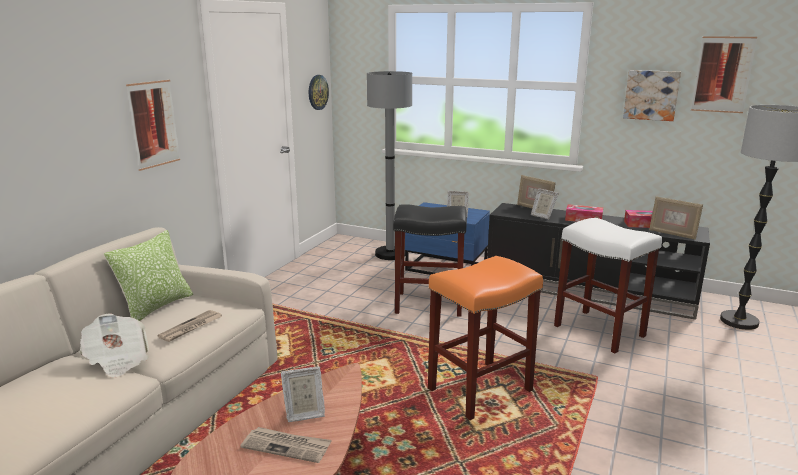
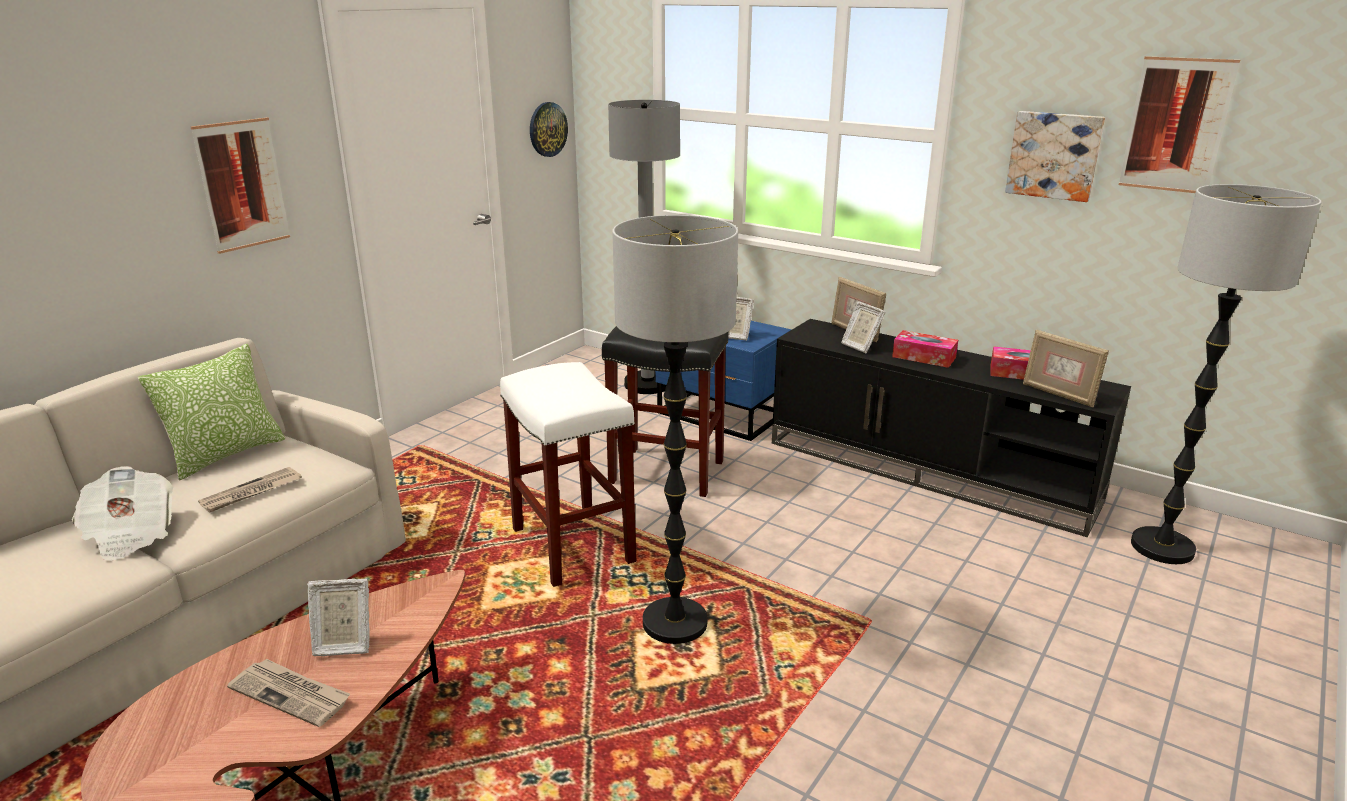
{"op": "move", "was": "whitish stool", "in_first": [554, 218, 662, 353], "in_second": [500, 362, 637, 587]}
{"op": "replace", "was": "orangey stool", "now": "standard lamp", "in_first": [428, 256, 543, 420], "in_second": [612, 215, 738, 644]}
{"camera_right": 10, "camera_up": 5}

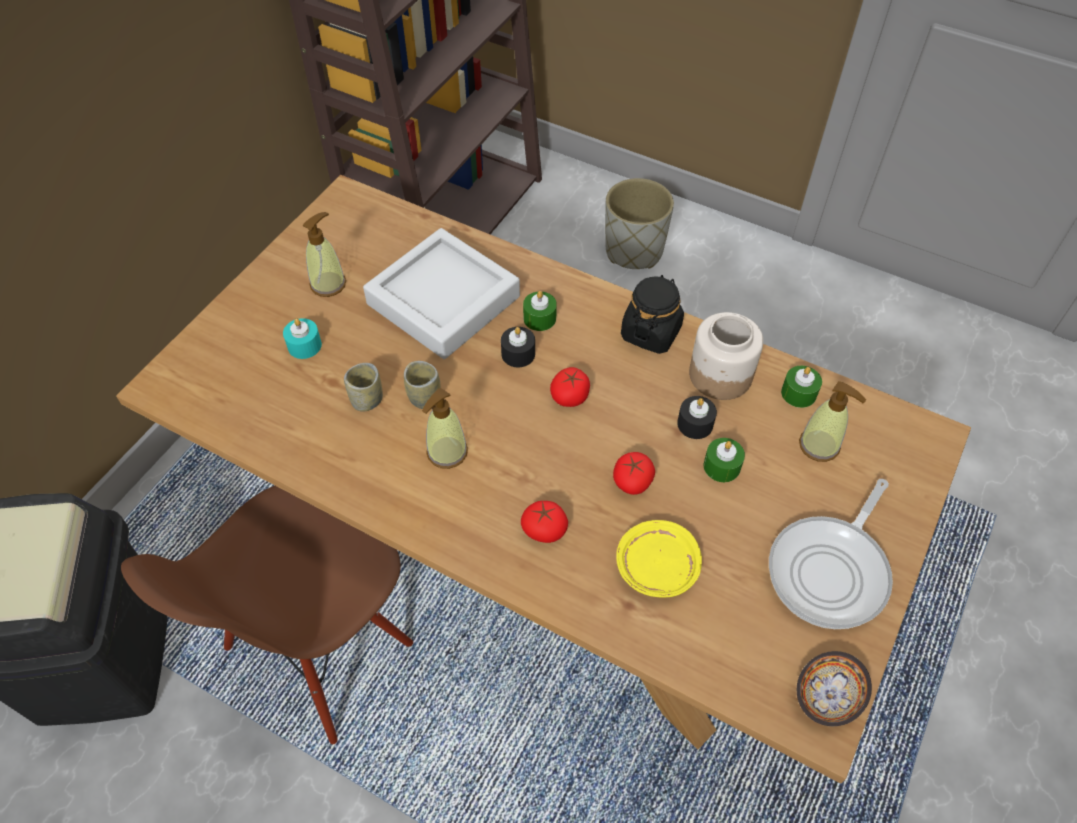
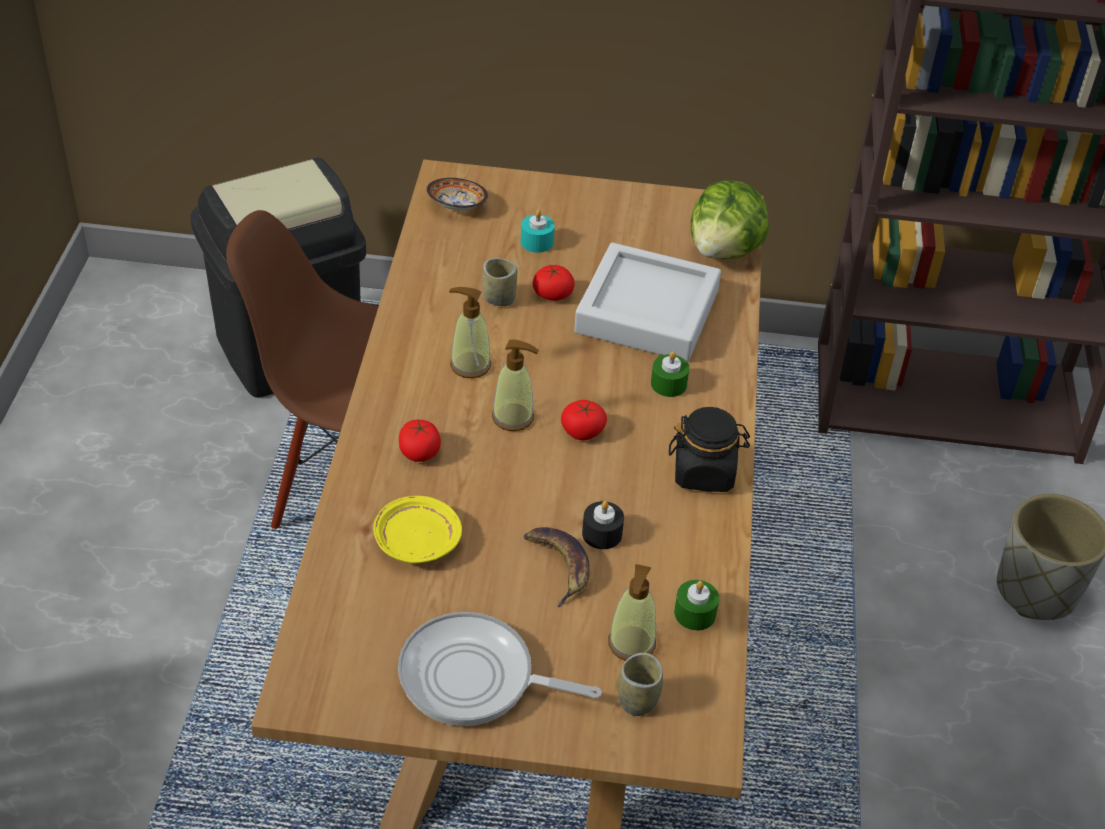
{"op": "move", "was": "serving bowl", "in_first": [797, 651, 872, 726], "in_second": [427, 178, 488, 211]}
{"op": "move", "was": "soap dispenser", "in_first": [303, 212, 346, 297], "in_second": [492, 339, 539, 431]}
{"op": "replace", "was": "green-coloured candle", "now": "banana", "in_first": [704, 438, 745, 482], "in_second": [524, 527, 590, 607]}
{"op": "move", "was": "tomato", "in_first": [613, 452, 655, 495], "in_second": [533, 265, 575, 301]}
{"op": "move", "was": "small cup", "in_first": [404, 361, 441, 409], "in_second": [618, 653, 663, 716]}
{"op": "insert", "now": "head of lettuce", "in_second": [691, 180, 769, 259]}
{"op": "delete", "was": "black candle", "in_first": [501, 327, 535, 367]}
{"op": "delete", "was": "jar", "in_first": [689, 312, 764, 400]}
{"camera_right": 65, "camera_up": -10}

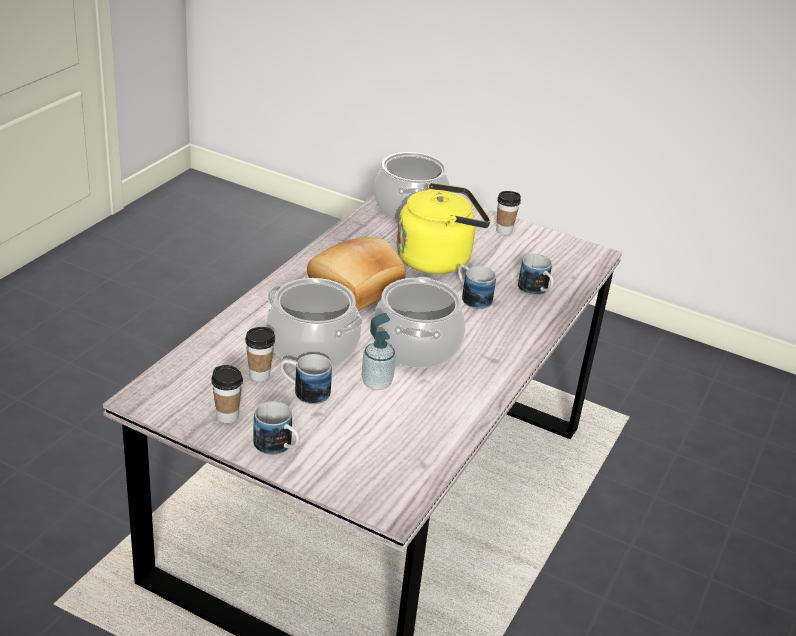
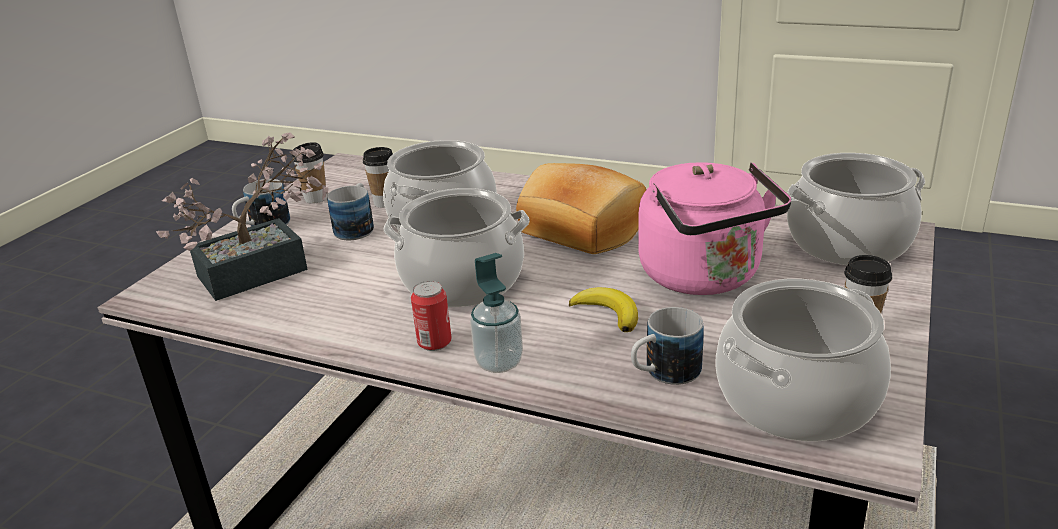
{"op": "insert", "now": "houseplant", "in_second": [156, 132, 328, 301]}
{"op": "insert", "now": "sealed can", "in_second": [411, 281, 452, 351]}
{"op": "move", "was": "soap dispenser", "in_first": [361, 313, 396, 390], "in_second": [470, 253, 523, 373]}
{"op": "replace", "was": "coffee mug", "now": "banana", "in_first": [458, 265, 496, 309], "in_second": [569, 287, 638, 332]}
{"op": "recolor", "was": "yellow kettle", "now": "pinkish kettle", "in_first": [397, 183, 490, 274], "in_second": [638, 162, 791, 295]}
{"op": "insert", "now": "cooking pot", "in_second": [716, 279, 891, 442]}
{"camera_right": 90, "camera_up": -5}

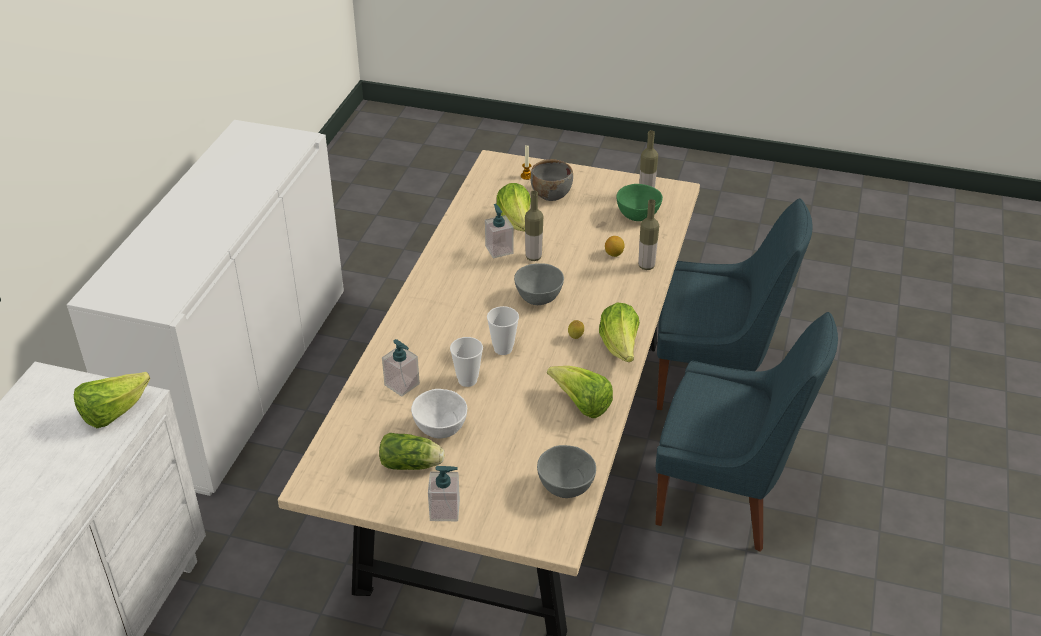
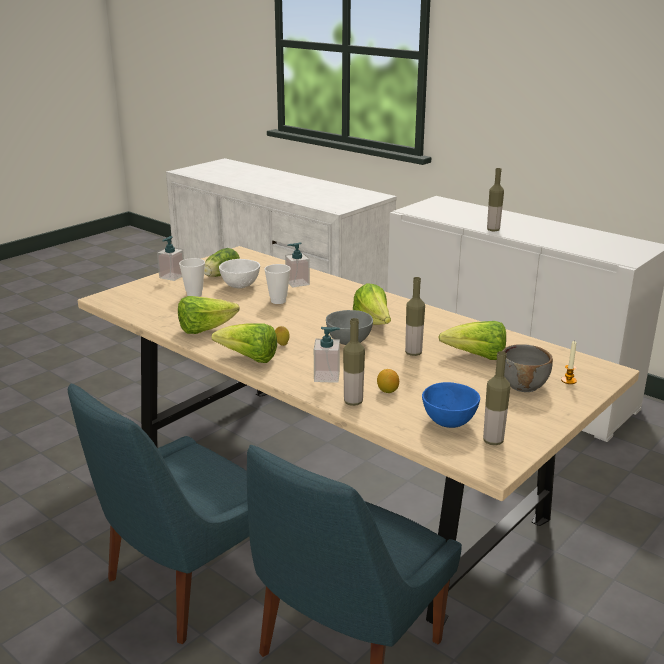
{"op": "move", "was": "small cup", "in_first": [487, 306, 519, 355], "in_second": [179, 258, 205, 297]}
{"op": "move", "was": "soap dispenser", "in_first": [485, 204, 514, 258], "in_second": [314, 327, 340, 383]}
{"op": "move", "was": "head of lettuce", "in_first": [74, 372, 150, 428], "in_second": [353, 283, 391, 325]}
{"op": "recolor", "was": "green-coloured serving bowl", "now": "bluish serving bowl", "in_first": [616, 184, 663, 221], "in_second": [422, 382, 480, 428]}
{"op": "insert", "now": "bottle", "in_second": [487, 168, 504, 231]}
{"op": "delete", "was": "gray serving bowl", "in_first": [537, 445, 596, 498]}
{"camera_right": 115, "camera_up": -15}

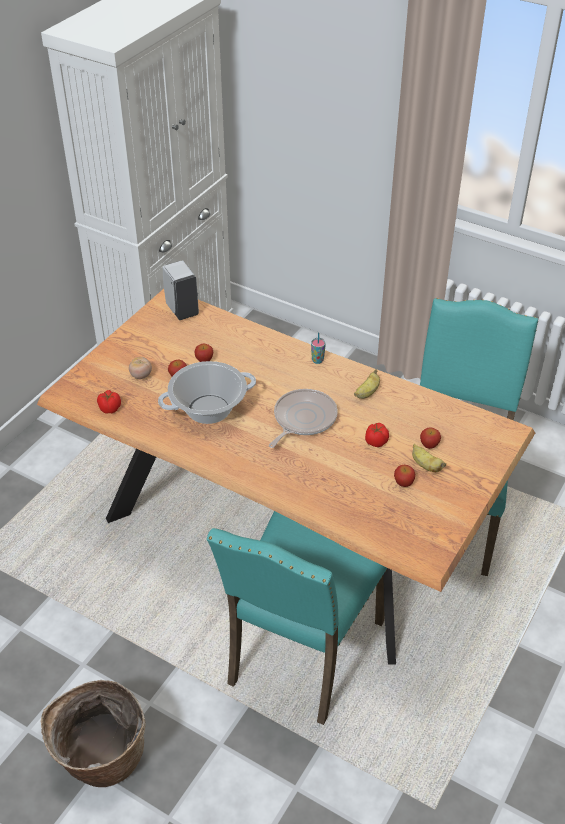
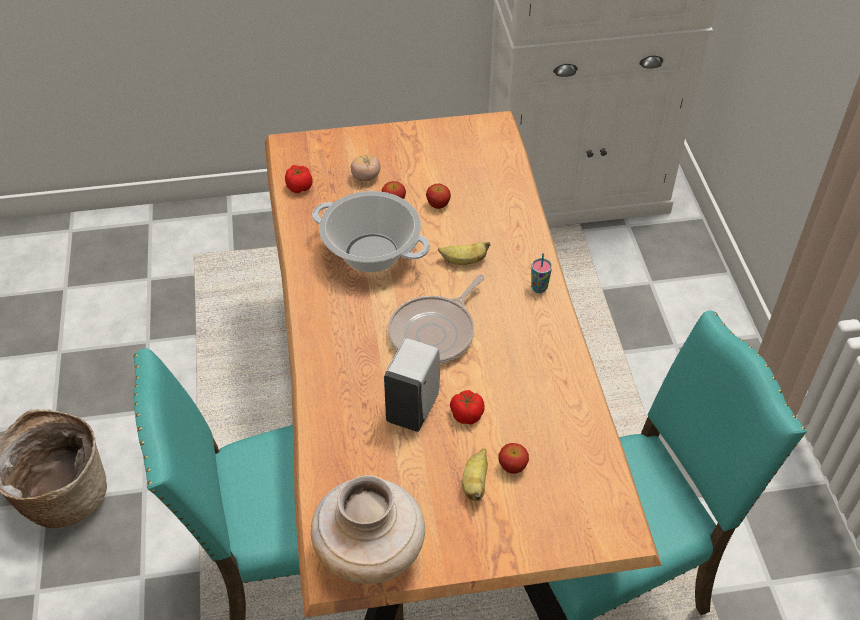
{"op": "insert", "now": "beige decorative vase", "in_second": [311, 475, 425, 584]}
{"op": "move", "was": "whitish soap dispenser", "in_first": [163, 260, 199, 320], "in_second": [384, 338, 440, 432]}
{"op": "rotate", "was": "skillet", "in_first": [269, 389, 338, 448], "in_second": [388, 274, 485, 364], "clockwise": 135}
{"op": "move", "was": "banana", "in_first": [354, 369, 380, 399], "in_second": [438, 242, 490, 265]}
{"op": "delete", "was": "apple", "in_first": [394, 465, 415, 487]}
{"camera_right": 50, "camera_up": 5}

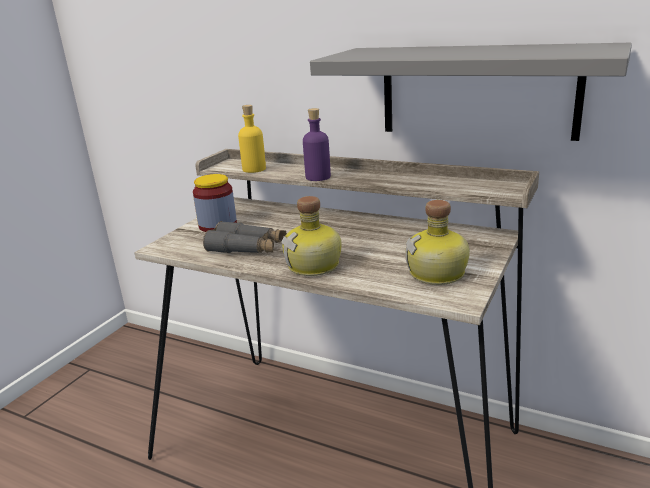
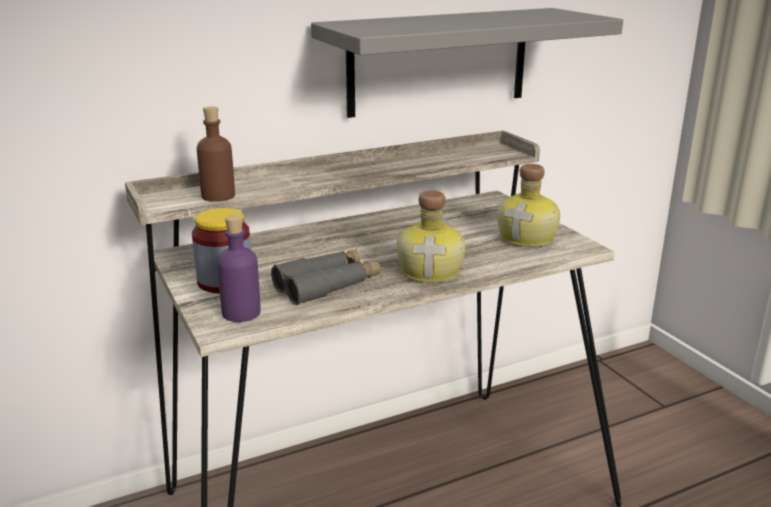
{"op": "recolor", "was": "yellow bottle", "now": "brown bottle", "in_first": [238, 105, 266, 173], "in_second": [197, 106, 235, 202]}
{"op": "move", "was": "purplish bottle", "in_first": [303, 108, 331, 181], "in_second": [217, 215, 261, 322]}
{"camera_right": -55, "camera_up": 0}

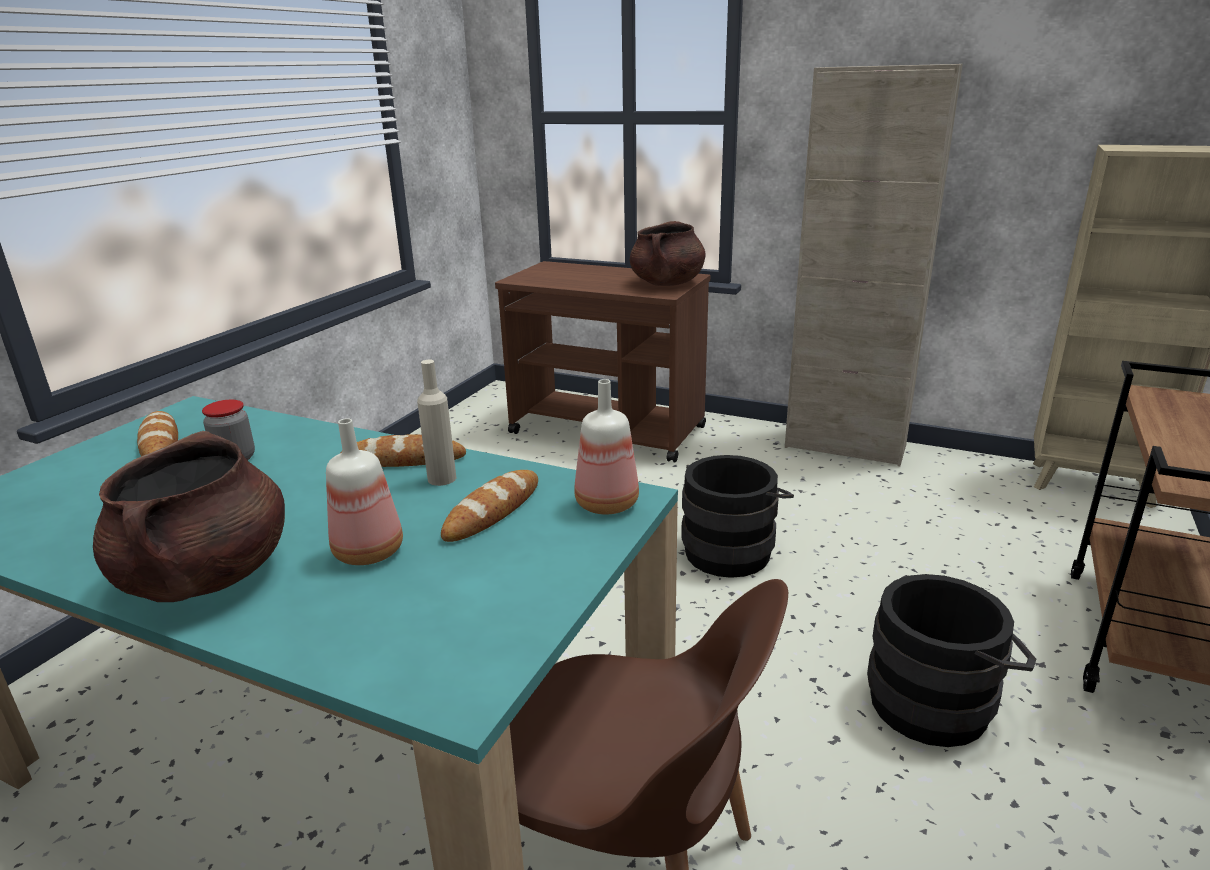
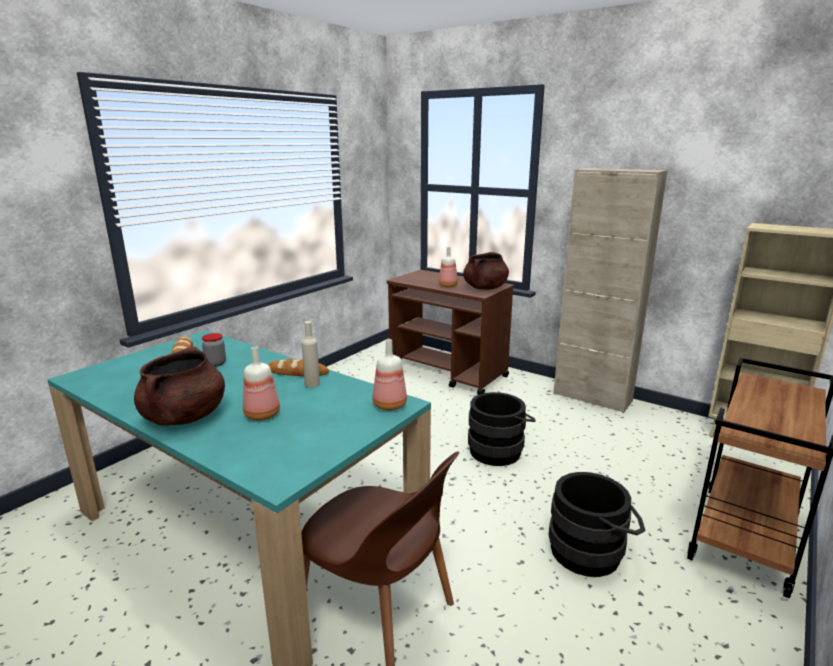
{"op": "insert", "now": "bottle", "in_second": [439, 247, 458, 287]}
{"op": "delete", "was": "baked bread", "in_first": [441, 470, 538, 542]}
{"camera_right": 10, "camera_up": -5}

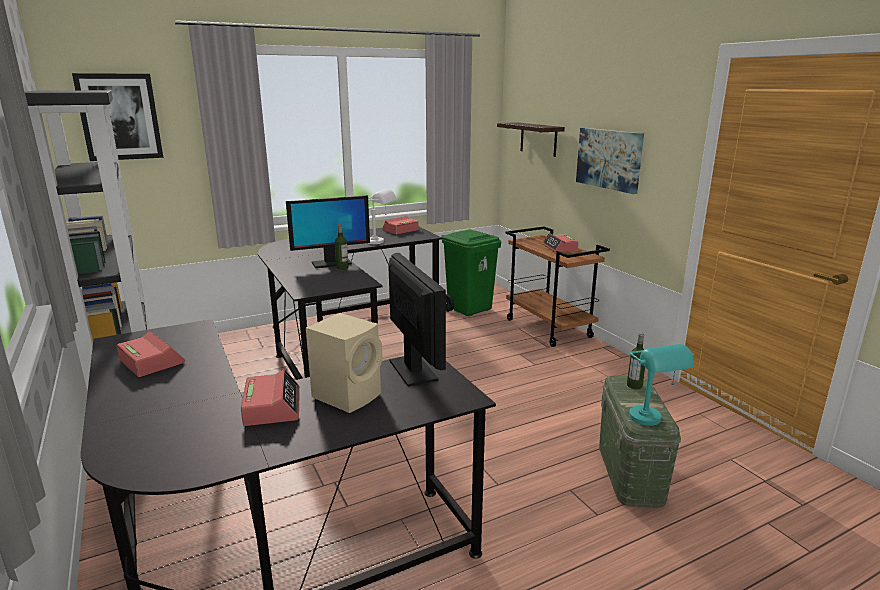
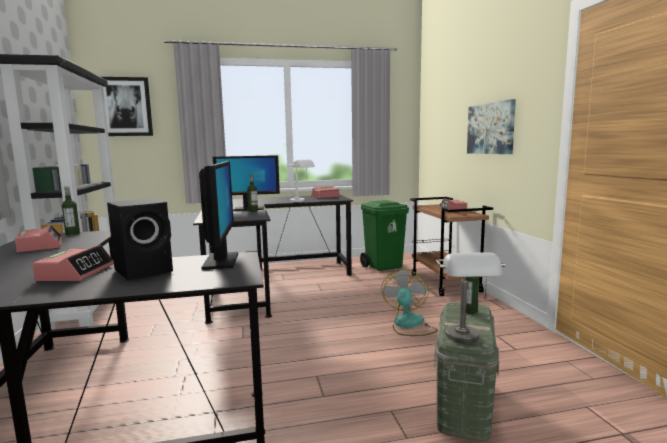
{"op": "insert", "now": "bottle", "in_second": [62, 186, 80, 235]}
{"op": "recolor", "was": "beige loudspeaker", "now": "black loudspeaker", "in_first": [306, 313, 382, 413], "in_second": [107, 198, 173, 280]}
{"op": "insert", "now": "electric fan", "in_second": [381, 270, 438, 336]}
{"op": "recolor", "was": "blue-green table lamp", "now": "gray table lamp", "in_first": [629, 344, 694, 426], "in_second": [436, 252, 505, 343]}
{"op": "delete", "was": "wall shelf", "in_first": [497, 122, 565, 157]}
{"camera_right": 15, "camera_up": -10}

